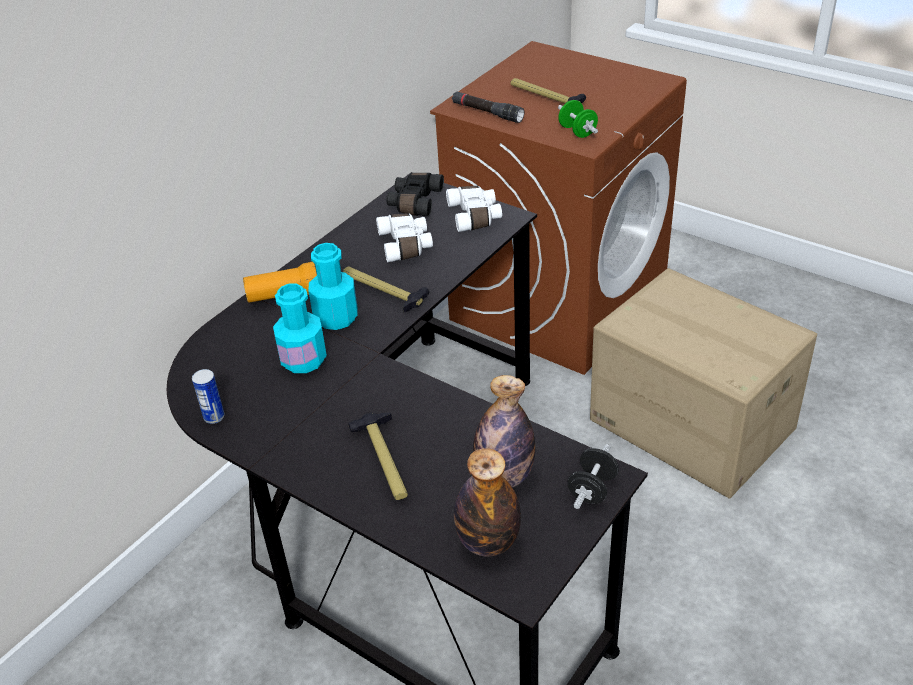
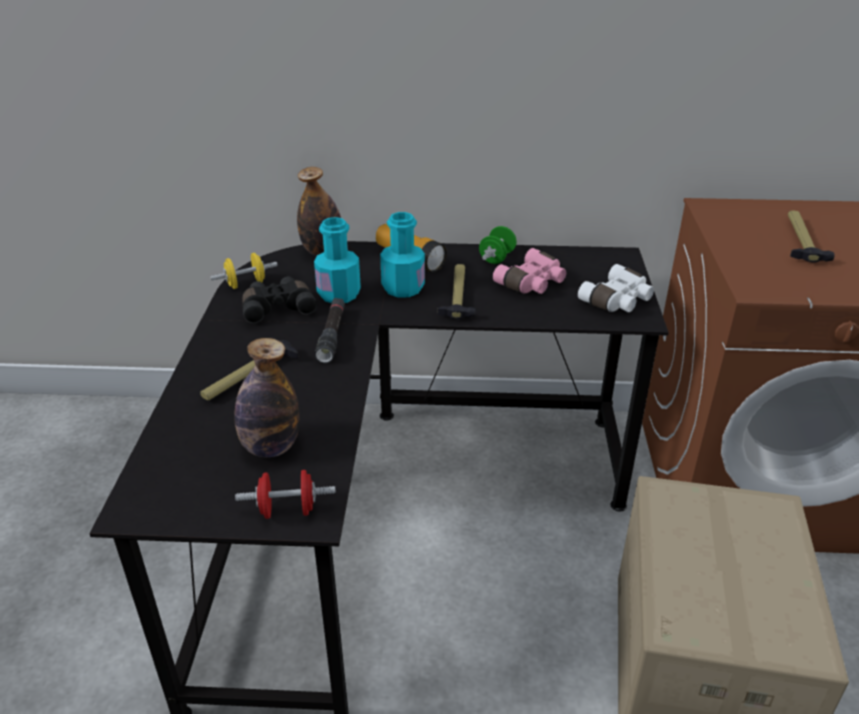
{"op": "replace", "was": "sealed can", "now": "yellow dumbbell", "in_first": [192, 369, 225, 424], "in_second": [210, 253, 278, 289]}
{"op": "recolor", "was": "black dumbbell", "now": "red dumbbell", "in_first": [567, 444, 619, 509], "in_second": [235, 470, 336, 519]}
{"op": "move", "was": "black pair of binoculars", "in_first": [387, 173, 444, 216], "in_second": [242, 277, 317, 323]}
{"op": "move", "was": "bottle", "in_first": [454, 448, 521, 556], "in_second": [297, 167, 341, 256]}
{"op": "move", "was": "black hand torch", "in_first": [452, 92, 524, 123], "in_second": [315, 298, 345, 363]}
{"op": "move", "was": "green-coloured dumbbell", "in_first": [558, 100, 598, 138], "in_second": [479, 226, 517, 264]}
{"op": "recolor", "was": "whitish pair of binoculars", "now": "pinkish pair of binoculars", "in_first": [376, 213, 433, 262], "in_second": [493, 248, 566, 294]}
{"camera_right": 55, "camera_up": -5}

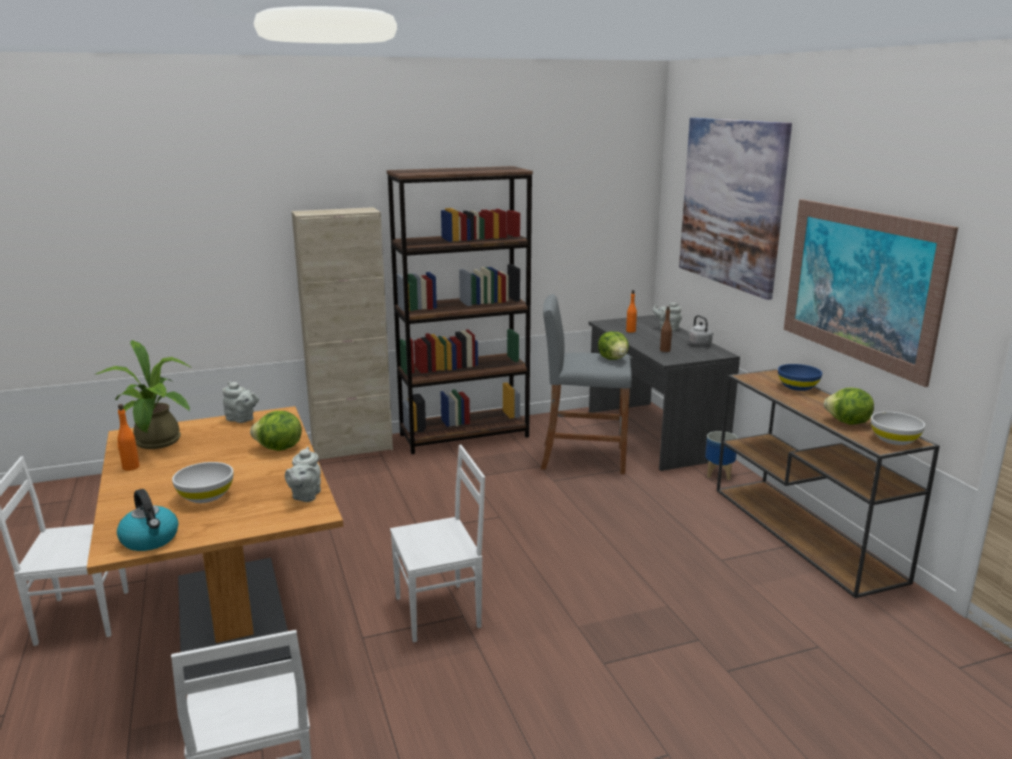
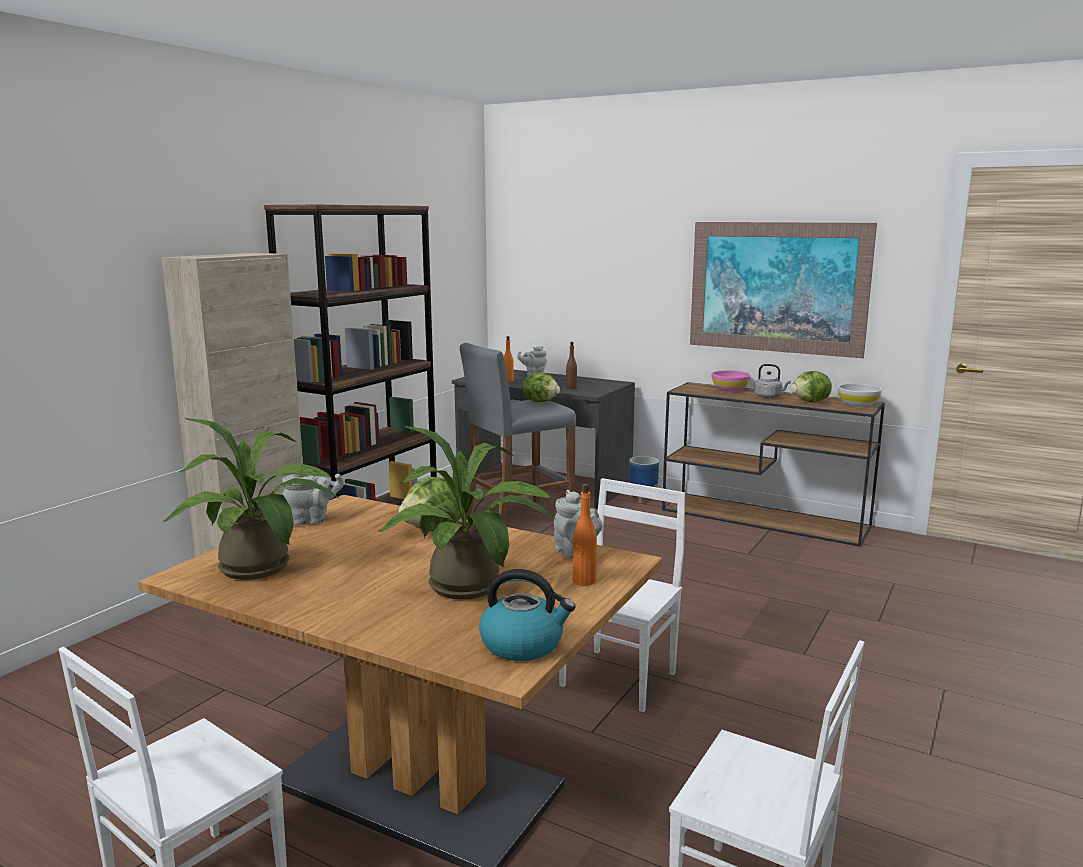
{"op": "replace", "was": "whitish serving bowl", "now": "houseplant", "in_first": [172, 462, 234, 503], "in_second": [378, 426, 556, 600]}
{"op": "move", "was": "orangey bottle", "in_first": [117, 404, 139, 471], "in_second": [573, 483, 597, 586]}
{"op": "recolor", "was": "bluish serving bowl", "now": "pinkish serving bowl", "in_first": [778, 364, 822, 391], "in_second": [711, 370, 751, 392]}
{"op": "move", "was": "gray kettle", "in_first": [688, 315, 714, 346], "in_second": [754, 364, 791, 398]}
{"op": "delete", "was": "picture", "in_first": [679, 118, 792, 300]}
{"camera_right": -40, "camera_up": -5}

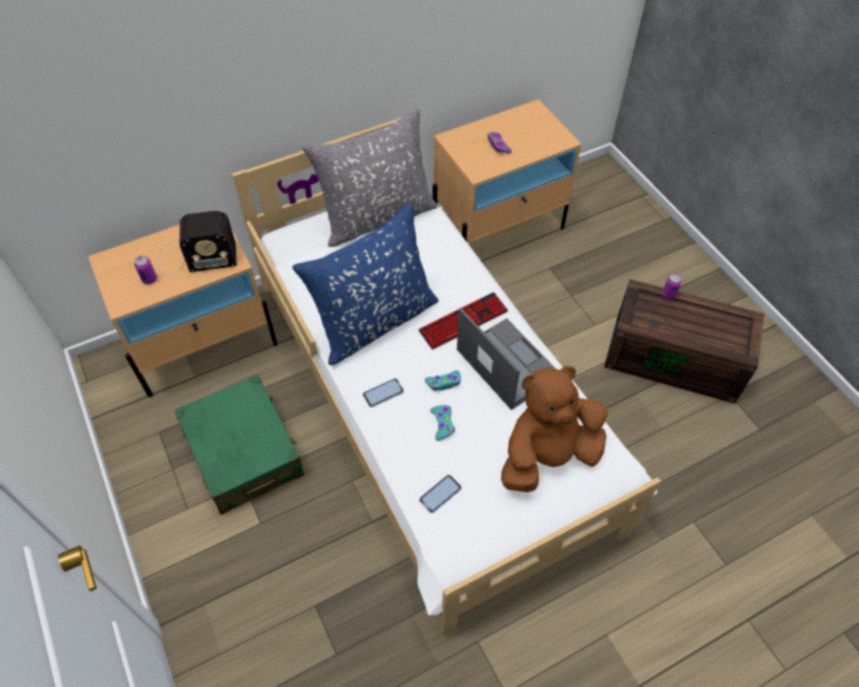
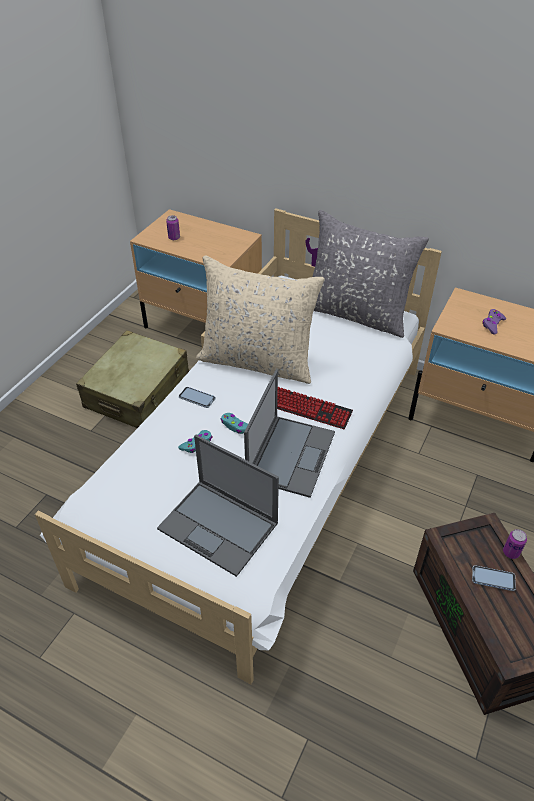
{"op": "recolor", "was": "green-coloured suitcase", "now": "beige suitcase", "in_first": [174, 374, 304, 515], "in_second": [76, 330, 189, 428]}
{"op": "replace", "was": "brown plush toy", "now": "notebook computer", "in_first": [501, 366, 608, 492], "in_second": [157, 435, 279, 577]}
{"op": "recolor", "was": "bluish throw pillow", "now": "beige throw pillow", "in_first": [292, 203, 439, 365], "in_second": [196, 255, 325, 384]}
{"op": "move", "was": "phone", "in_first": [419, 475, 461, 513], "in_second": [472, 565, 516, 591]}
{"op": "delete", "was": "radio", "in_first": [159, 211, 237, 276]}
{"camera_right": 55, "camera_up": -10}

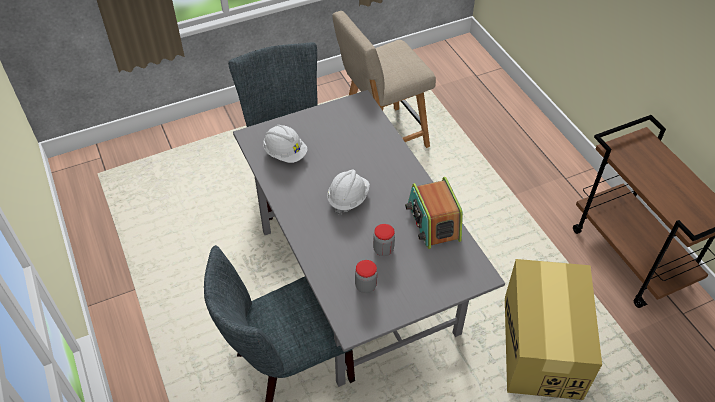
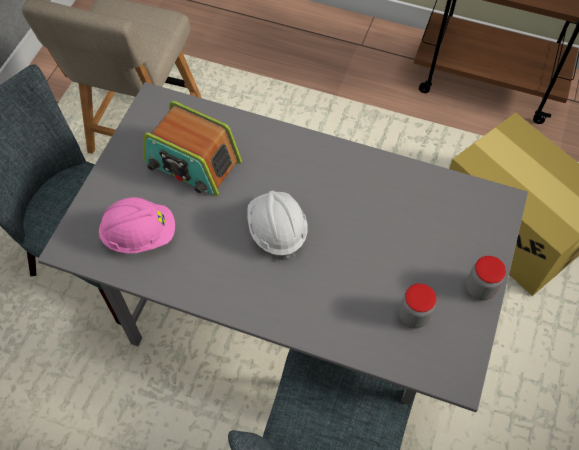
{"op": "recolor", "was": "whitish safety helmet", "now": "pinkish safety helmet", "in_first": [263, 125, 308, 163], "in_second": [99, 197, 175, 253]}
{"op": "move", "was": "radio", "in_first": [405, 177, 463, 249], "in_second": [143, 101, 242, 196]}
{"op": "move", "was": "jar", "in_first": [373, 224, 395, 256], "in_second": [466, 256, 506, 301]}
{"camera_right": -45, "camera_up": 10}

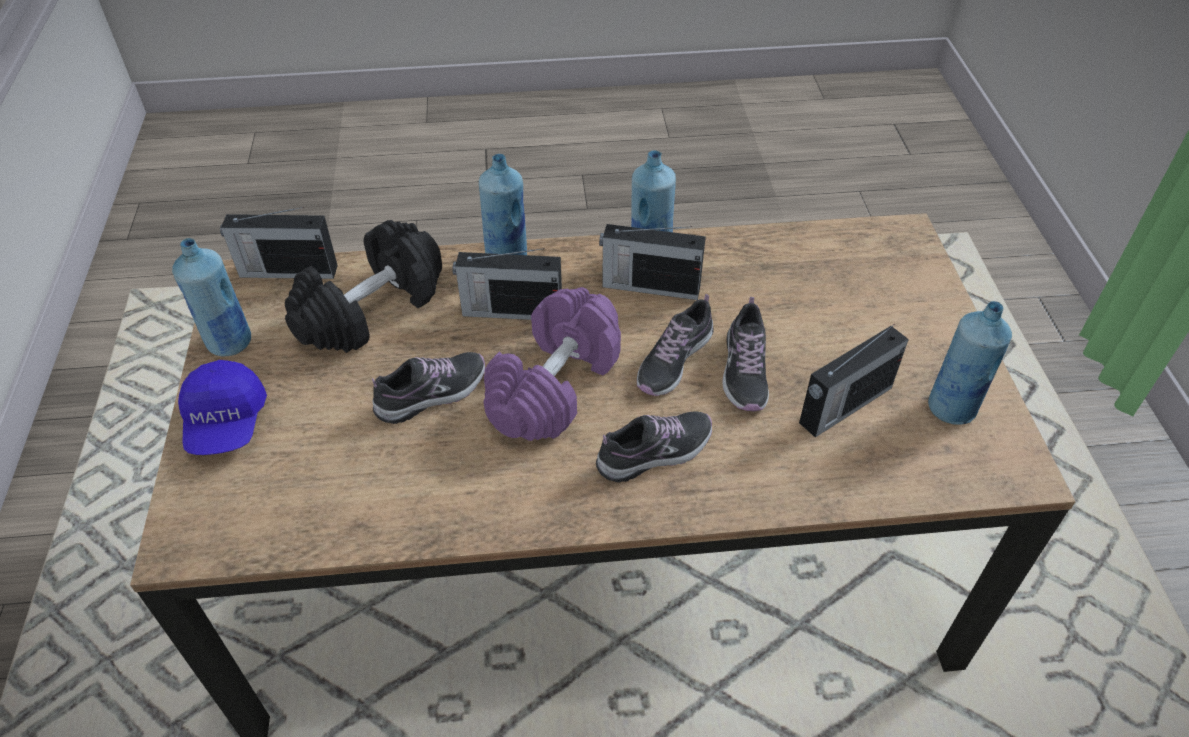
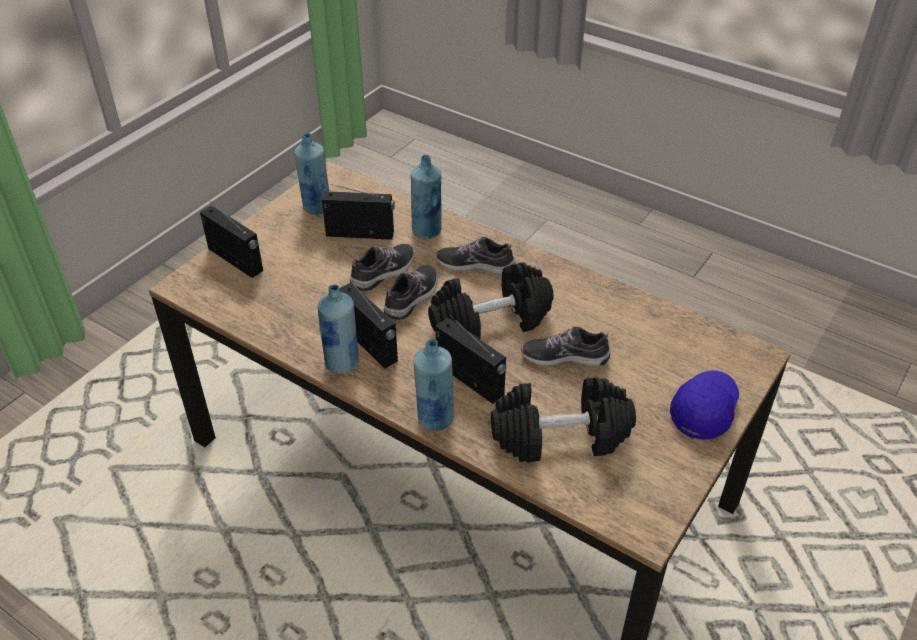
{"op": "move", "was": "radio", "in_first": [220, 207, 338, 279], "in_second": [200, 201, 263, 278]}
{"op": "rotate", "was": "item of footwear", "in_first": [637, 294, 714, 396], "in_second": [384, 265, 438, 320], "clockwise": -45}
{"op": "move", "was": "bluish bottle", "in_first": [172, 238, 251, 357], "in_second": [411, 155, 442, 239]}
{"op": "recolor", "was": "purplish dumbbell", "now": "black dumbbell", "in_first": [484, 287, 621, 441], "in_second": [428, 262, 554, 339]}
{"camera_right": -140, "camera_up": -5}

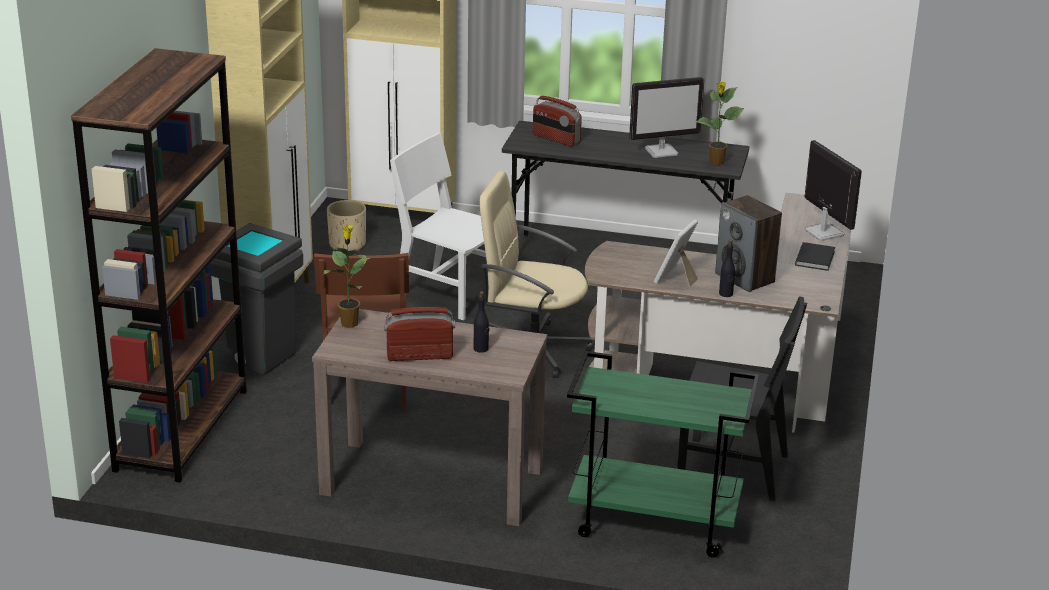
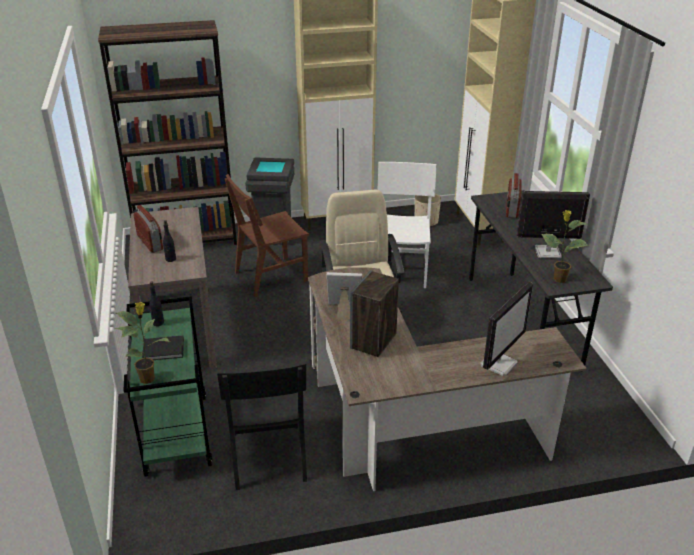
{"op": "move", "was": "houseplant", "in_first": [324, 225, 372, 328], "in_second": [114, 302, 170, 384]}
{"op": "move", "was": "black volume", "in_first": [795, 242, 835, 271], "in_second": [142, 336, 184, 360]}
{"op": "move", "was": "black bottle", "in_first": [719, 240, 735, 297], "in_second": [149, 281, 164, 326]}
{"op": "rotate", "was": "computer screen", "in_first": [629, 77, 704, 158], "in_second": [517, 191, 590, 259], "clockwise": 135}
{"camera_right": 65, "camera_up": 5}

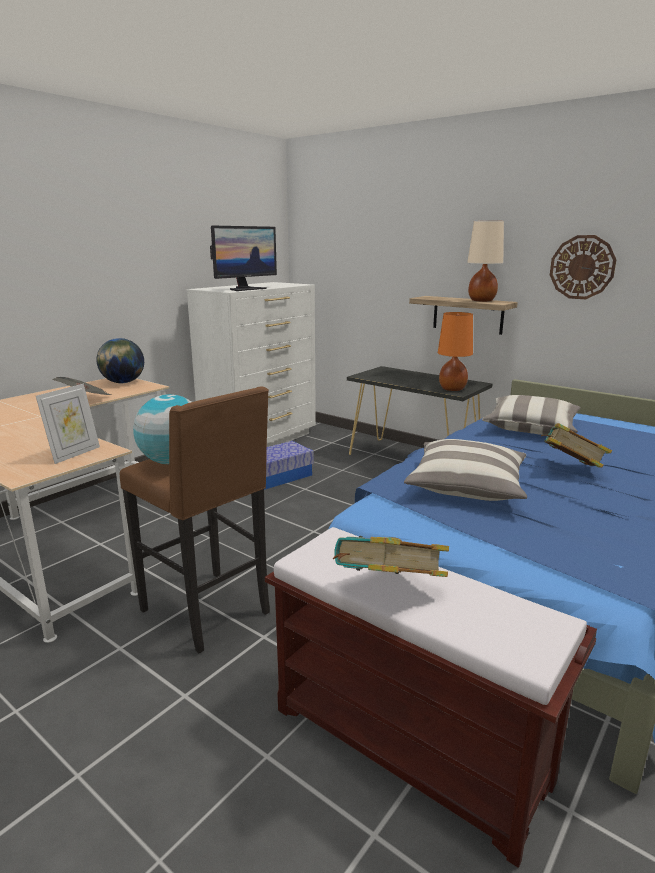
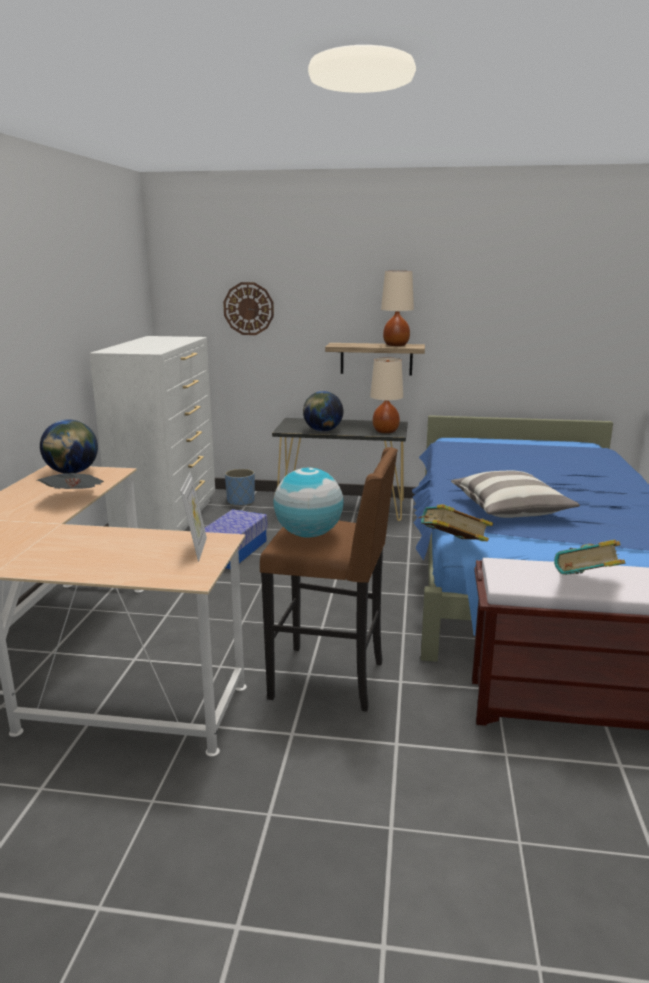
{"op": "move", "was": "wall clock", "in_first": [550, 235, 616, 299], "in_second": [223, 282, 274, 335]}
{"op": "insert", "now": "bluish flower pot", "in_second": [225, 469, 255, 505]}
{"op": "insert", "now": "globe", "in_second": [303, 391, 343, 432]}
{"op": "recolor", "was": "orangey table lamp", "now": "beige table lamp", "in_first": [438, 312, 473, 391], "in_second": [370, 358, 403, 433]}
{"op": "move", "was": "volume", "in_first": [541, 423, 612, 468], "in_second": [418, 504, 493, 541]}
{"op": "delete", "was": "computer screen", "in_first": [210, 225, 277, 291]}
{"op": "delete", "was": "throw pillow", "in_first": [482, 395, 581, 435]}
{"camera_right": -30, "camera_up": 0}

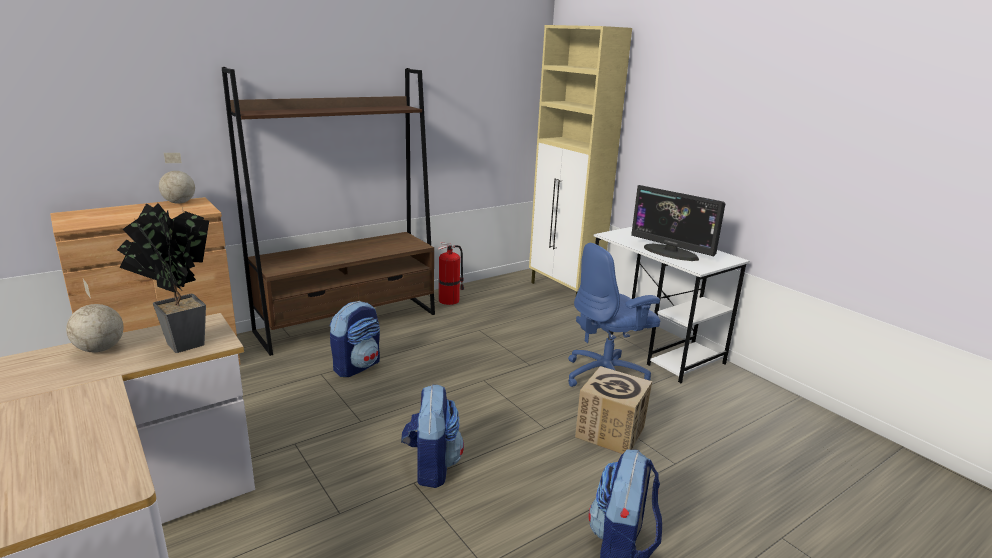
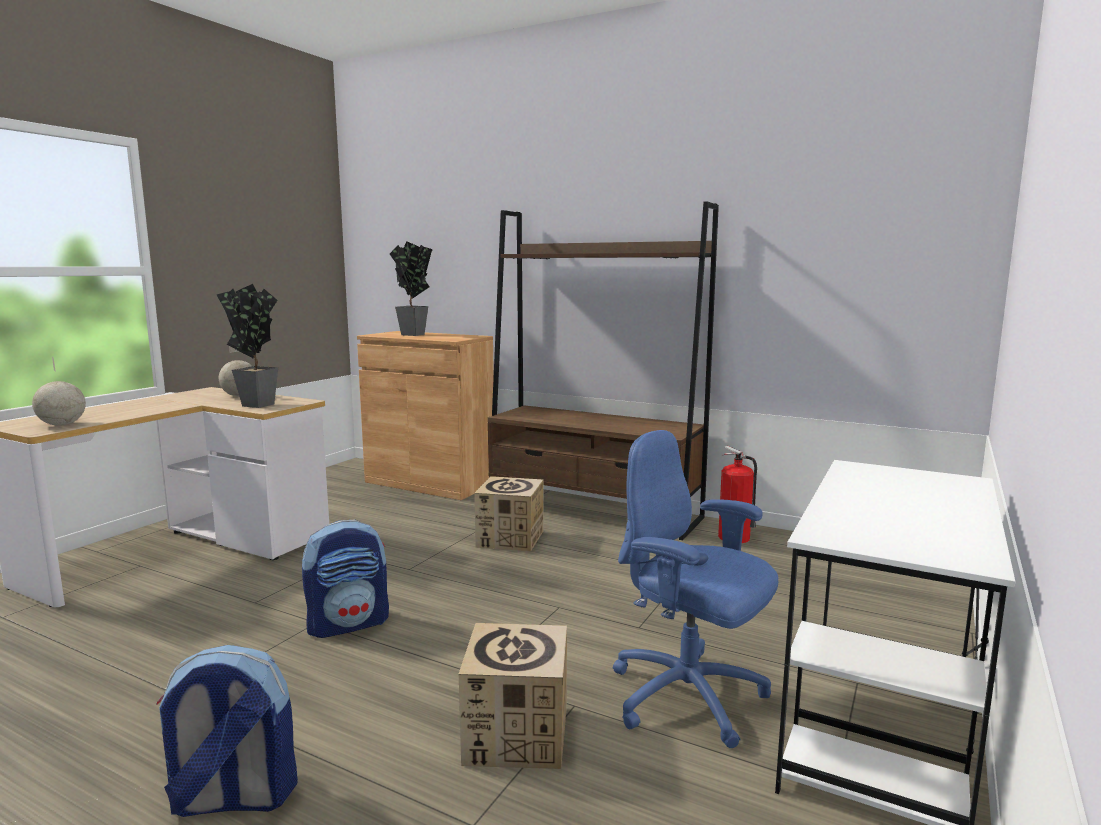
{"op": "move", "was": "globe", "in_first": [159, 153, 195, 204], "in_second": [32, 357, 86, 426]}
{"op": "insert", "now": "houseplant", "in_second": [390, 241, 433, 336]}
{"op": "replace", "was": "rucksack", "now": "packing box", "in_first": [330, 301, 380, 377], "in_second": [474, 476, 543, 552]}
{"op": "delete", "was": "beige cabinet", "in_first": [529, 25, 632, 295]}
{"op": "delete", "was": "computer screen", "in_first": [631, 185, 725, 261]}
{"camera_right": 65, "camera_up": -10}

